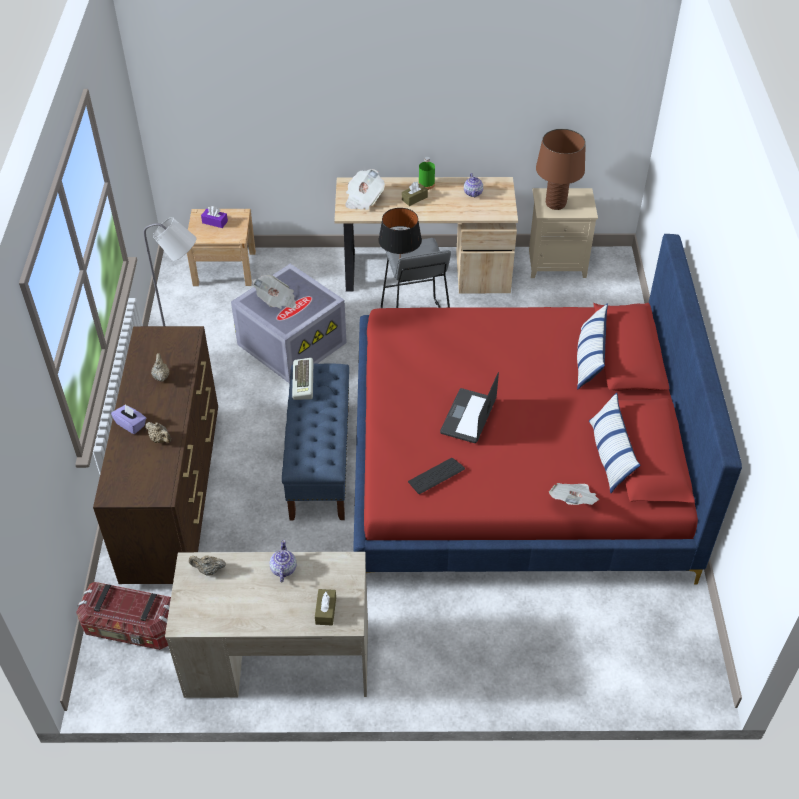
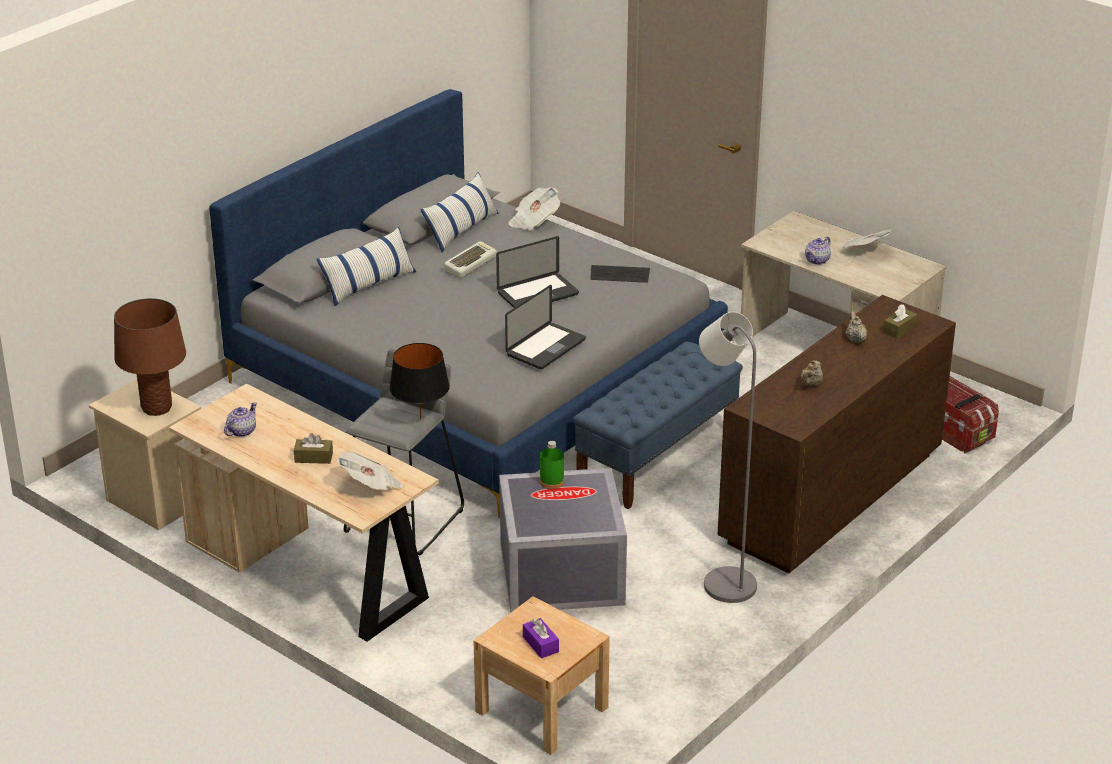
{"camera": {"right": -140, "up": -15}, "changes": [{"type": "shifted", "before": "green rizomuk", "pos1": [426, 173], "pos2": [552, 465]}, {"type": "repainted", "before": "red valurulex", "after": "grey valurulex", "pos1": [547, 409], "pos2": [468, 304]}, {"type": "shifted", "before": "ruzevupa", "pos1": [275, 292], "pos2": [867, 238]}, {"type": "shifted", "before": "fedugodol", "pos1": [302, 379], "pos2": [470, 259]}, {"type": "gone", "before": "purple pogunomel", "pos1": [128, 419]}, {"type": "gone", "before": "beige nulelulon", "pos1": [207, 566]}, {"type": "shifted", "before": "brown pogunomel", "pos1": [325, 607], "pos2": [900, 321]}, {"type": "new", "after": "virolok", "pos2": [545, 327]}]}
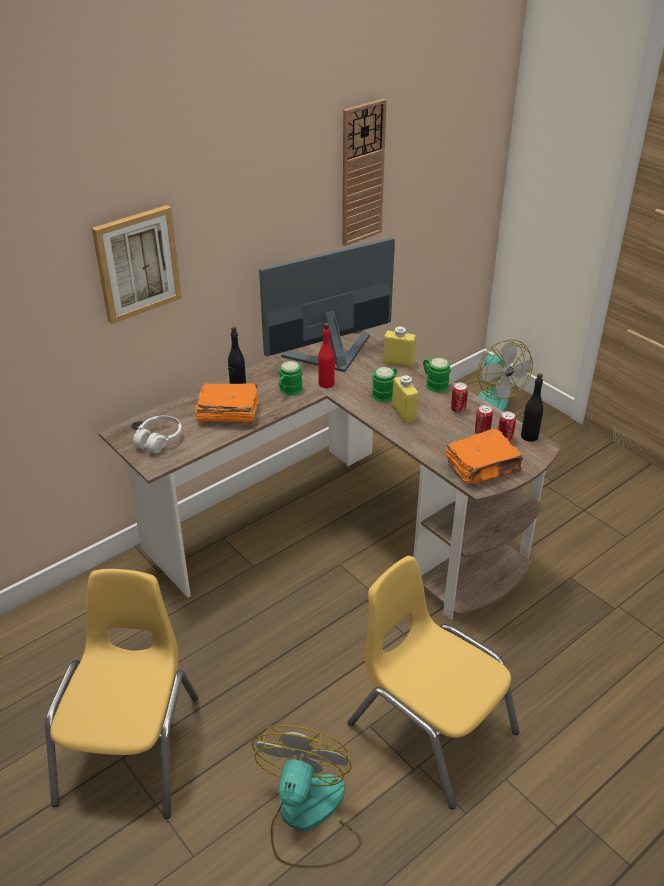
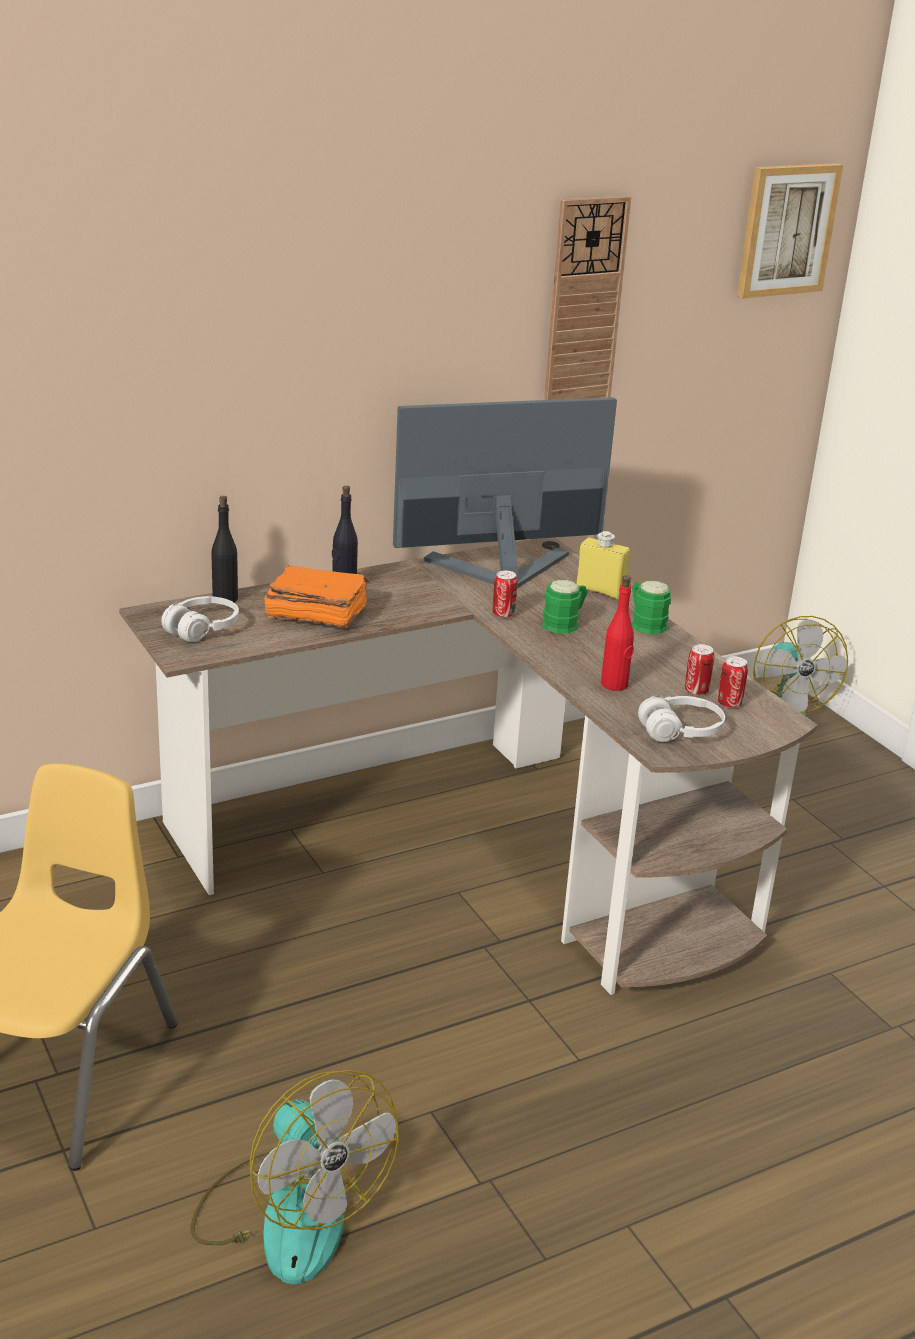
{"camera": {"right": 10, "up": -10}, "changes": [{"type": "shifted", "before": "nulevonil", "pos1": [137, 264], "pos2": [790, 231]}, {"type": "shifted", "before": "red rizomuk", "pos1": [326, 355], "pos2": [617, 633]}, {"type": "gone", "before": "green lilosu", "pos1": [291, 378]}, {"type": "shifted", "before": "black rizomuk", "pos1": [532, 407], "pos2": [225, 549]}, {"type": "gone", "before": "yellow rizomuk", "pos1": [405, 399]}, {"type": "shifted", "before": "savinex", "pos1": [459, 397], "pos2": [505, 594]}, {"type": "swapped", "before": "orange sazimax", "after": "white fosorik", "pos1": [484, 457], "pos2": [681, 718]}, {"type": "gone", "before": "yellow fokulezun", "pos1": [433, 683]}, {"type": "rotated", "before": "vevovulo", "pos1": [307, 796], "pos2": [294, 1177], "turn": 120}]}
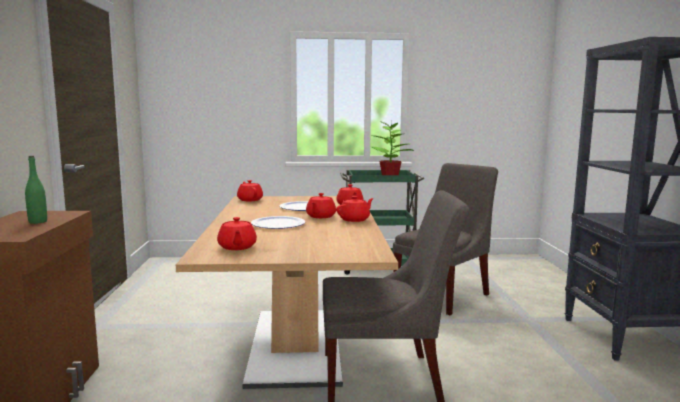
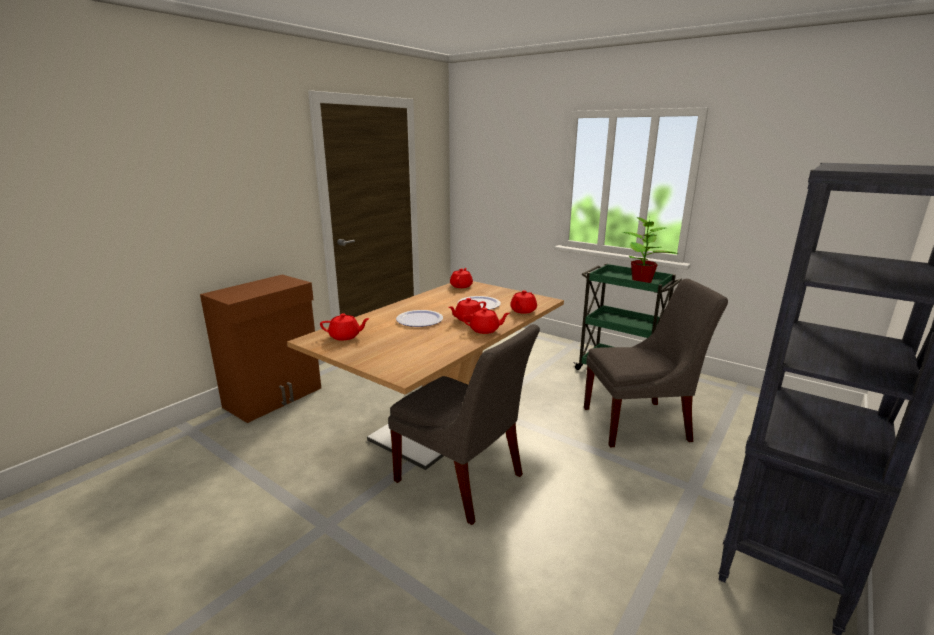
{"camera": {"right": 40, "up": 10}, "changes": [{"type": "gone", "before": "green rizomuk", "pos1": [36, 190]}, {"type": "rotated", "before": "red nulelulon", "pos1": [237, 233], "pos2": [345, 327], "turn": -120}]}
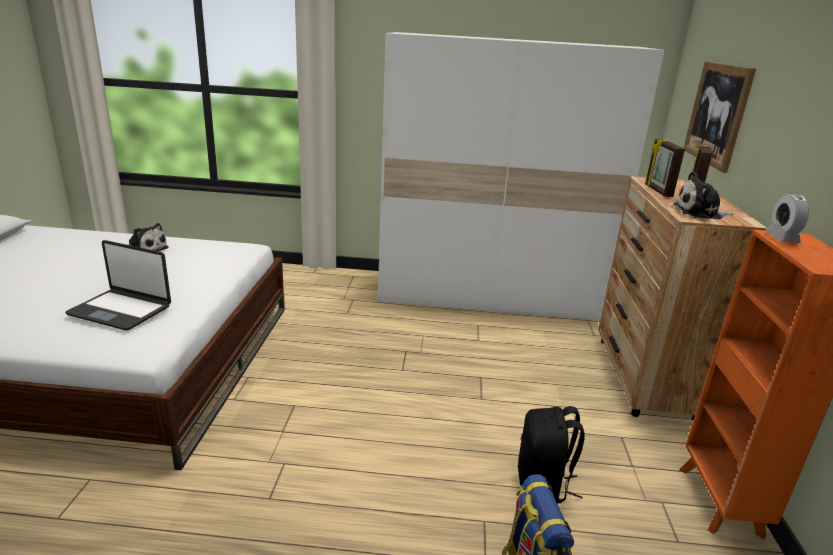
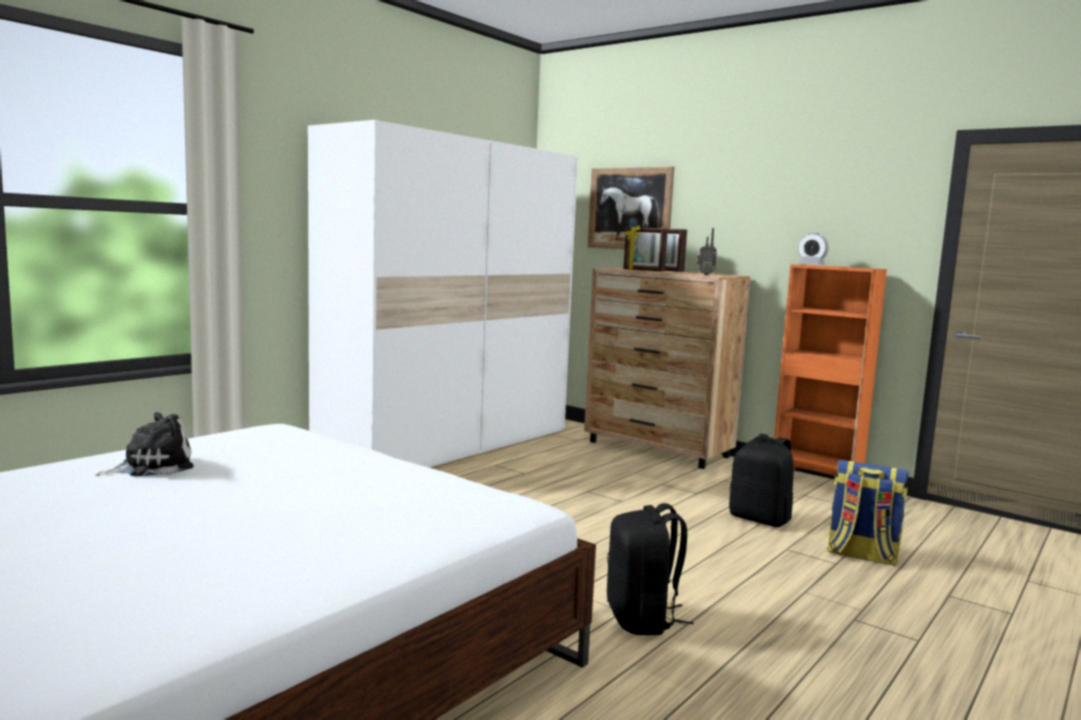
{"camera": {"right": -55, "up": -15}, "changes": [{"type": "swapped", "before": "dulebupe", "after": "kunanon", "pos1": [703, 195], "pos2": [707, 251]}, {"type": "gone", "before": "virolok", "pos1": [118, 285]}, {"type": "new", "after": "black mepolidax", "pos2": [650, 569]}]}
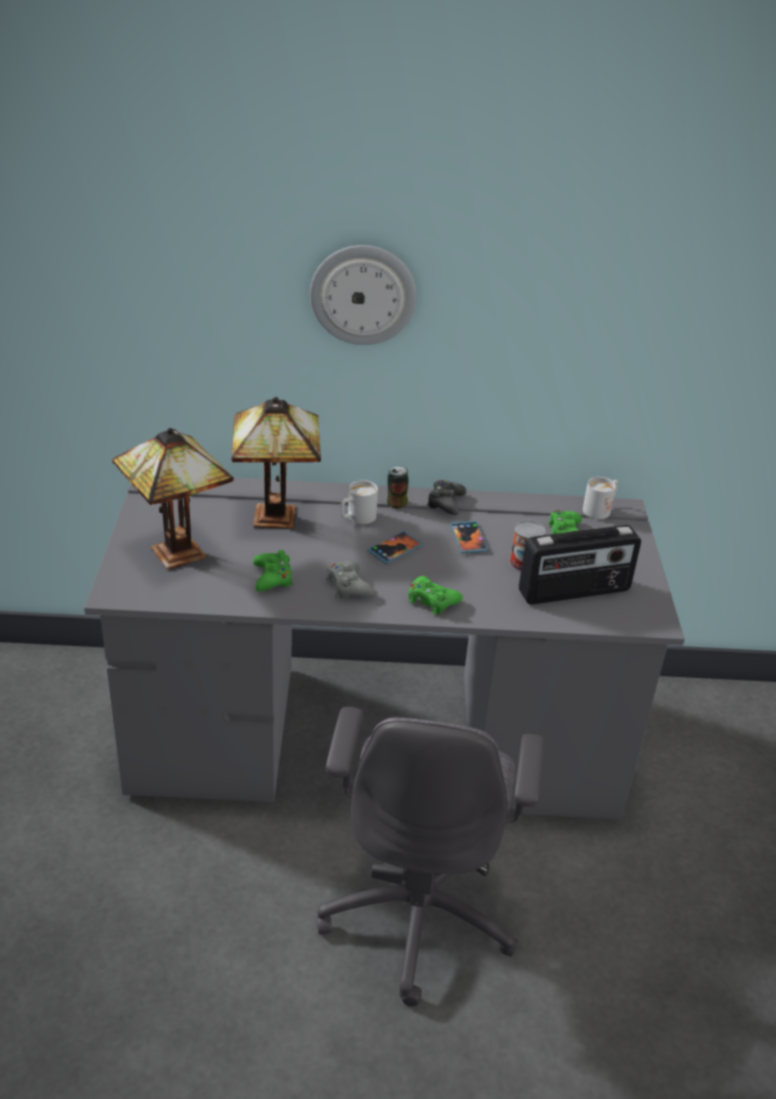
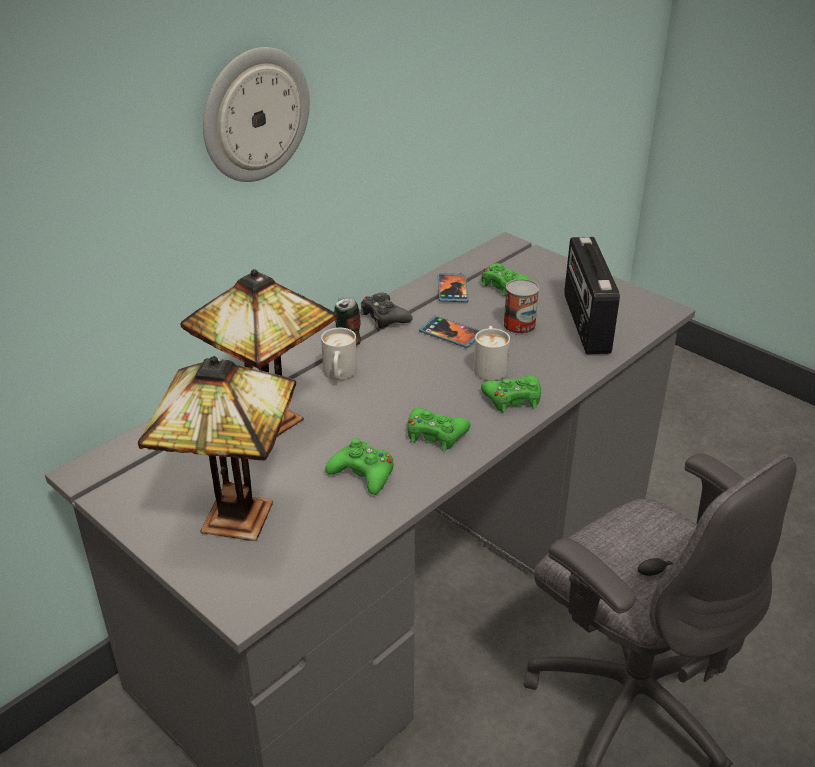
{"camera": {"right": -45, "up": 0}, "changes": [{"type": "shifted", "before": "white lilosu", "pos1": [600, 498], "pos2": [492, 353]}, {"type": "rotated", "before": "kunanon", "pos1": [580, 565], "pos2": [592, 296], "turn": 150}, {"type": "shifted", "before": "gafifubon", "pos1": [395, 547], "pos2": [453, 287]}, {"type": "repainted", "before": "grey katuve", "after": "green katuve", "pos1": [350, 580], "pos2": [439, 429]}]}
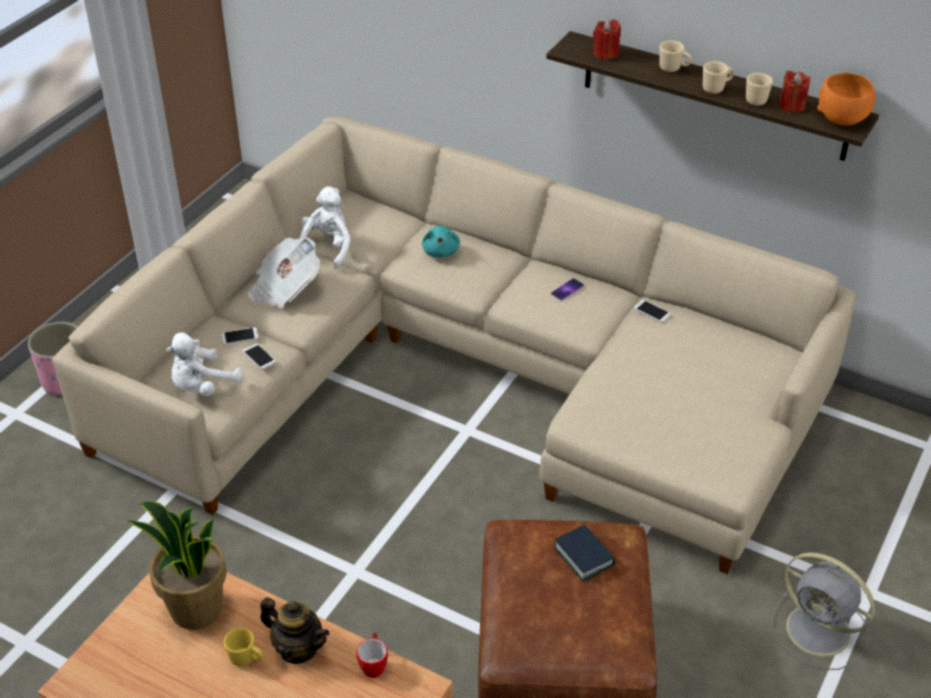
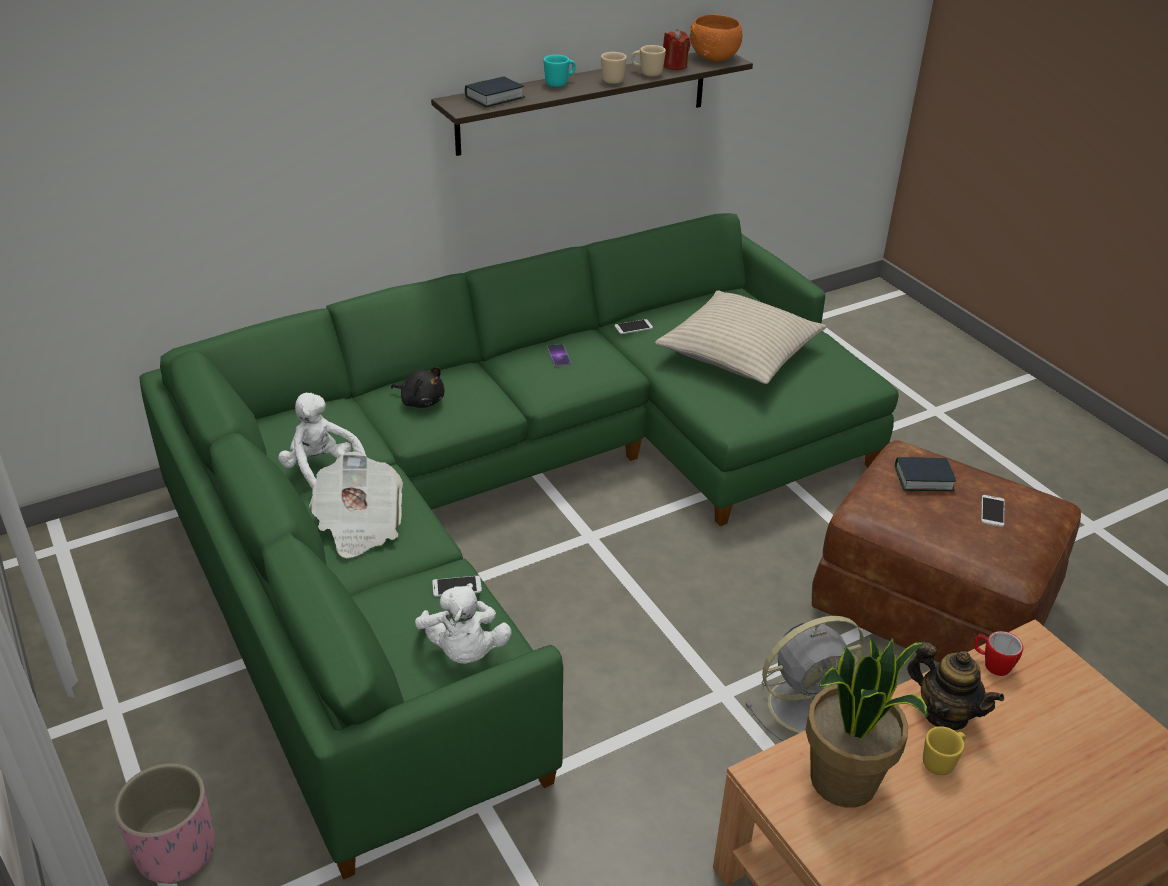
{"camera": {"right": -60, "up": -5}, "changes": [{"type": "swapped", "before": "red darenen", "after": "sazimax", "pos1": [607, 39], "pos2": [495, 91]}, {"type": "repainted", "before": "beige lilosu", "after": "turquoise lilosu", "pos1": [675, 56], "pos2": [559, 71]}, {"type": "repainted", "before": "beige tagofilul", "after": "green tagofilul", "pos1": [454, 345], "pos2": [519, 546]}, {"type": "repainted", "before": "turquoise dulebupe", "after": "black dulebupe", "pos1": [441, 242], "pos2": [417, 387]}, {"type": "shifted", "before": "gafifubon", "pos1": [240, 336], "pos2": [992, 511]}, {"type": "shifted", "before": "grey vevovulo", "pos1": [823, 611], "pos2": [804, 678]}, {"type": "rotated", "before": "nulelulon", "pos1": [294, 630], "pos2": [955, 686], "turn": 75}, {"type": "new", "after": "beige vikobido", "pos2": [740, 337]}]}
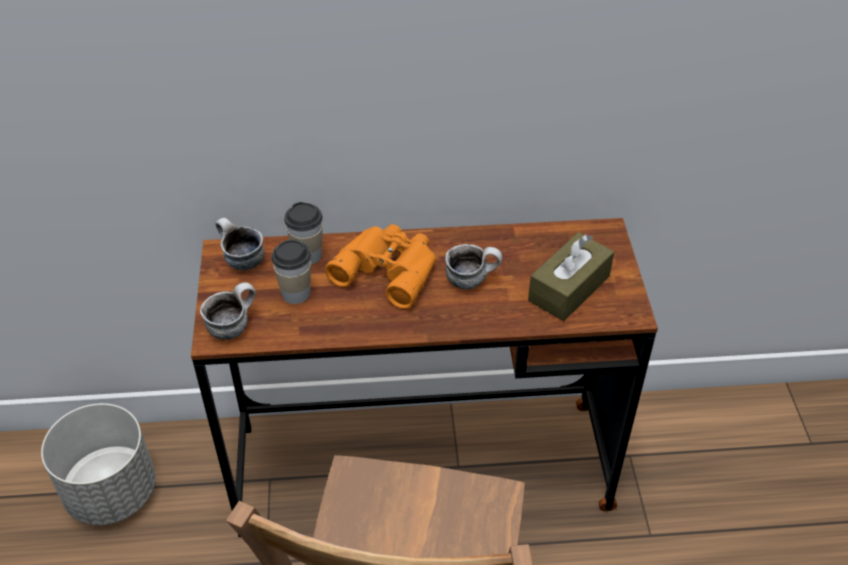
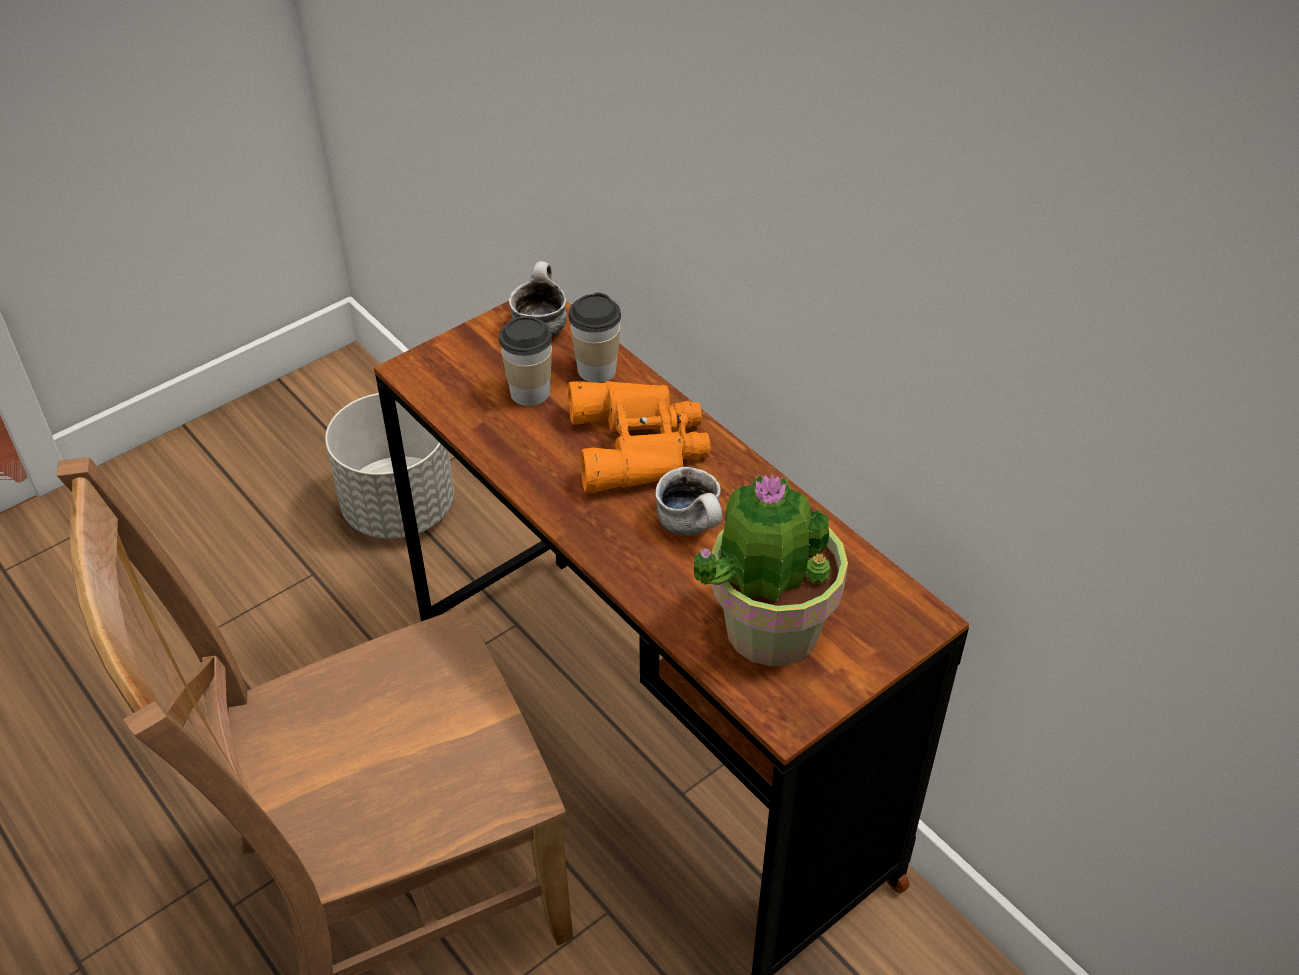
{"camera": {"right": 55, "up": 0}, "changes": [{"type": "swapped", "before": "brown pogunomel", "after": "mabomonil", "pos1": [571, 276], "pos2": [770, 569]}, {"type": "gone", "before": "lilosu", "pos1": [228, 311]}]}
